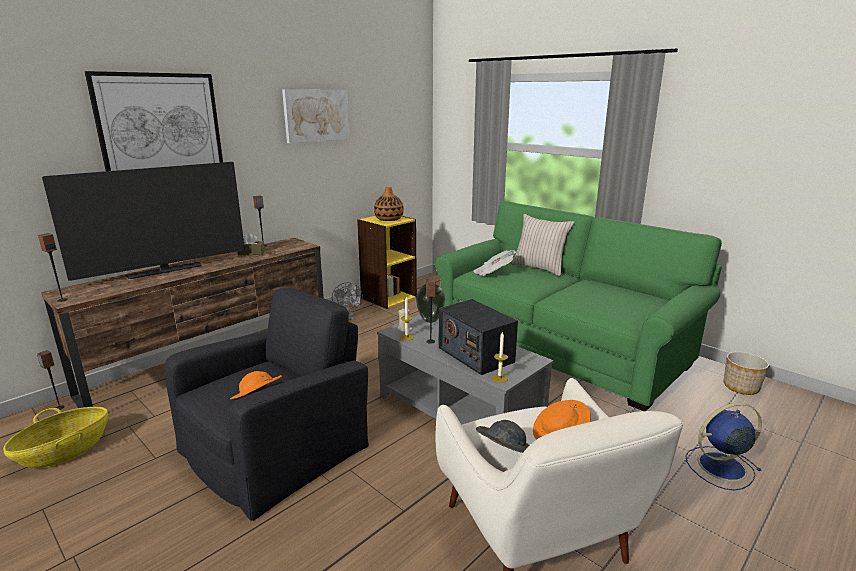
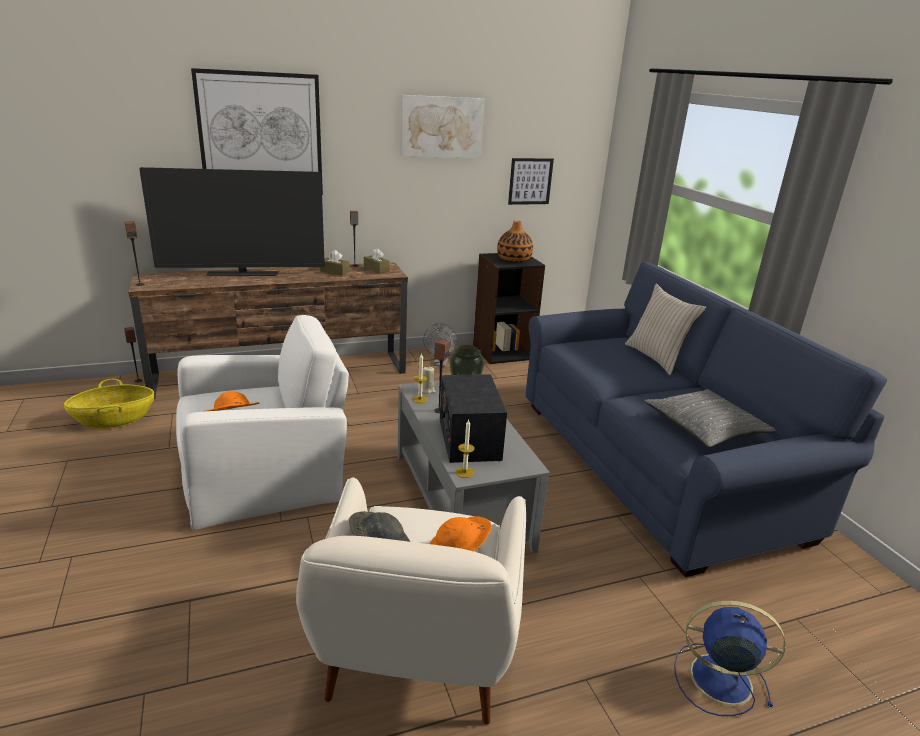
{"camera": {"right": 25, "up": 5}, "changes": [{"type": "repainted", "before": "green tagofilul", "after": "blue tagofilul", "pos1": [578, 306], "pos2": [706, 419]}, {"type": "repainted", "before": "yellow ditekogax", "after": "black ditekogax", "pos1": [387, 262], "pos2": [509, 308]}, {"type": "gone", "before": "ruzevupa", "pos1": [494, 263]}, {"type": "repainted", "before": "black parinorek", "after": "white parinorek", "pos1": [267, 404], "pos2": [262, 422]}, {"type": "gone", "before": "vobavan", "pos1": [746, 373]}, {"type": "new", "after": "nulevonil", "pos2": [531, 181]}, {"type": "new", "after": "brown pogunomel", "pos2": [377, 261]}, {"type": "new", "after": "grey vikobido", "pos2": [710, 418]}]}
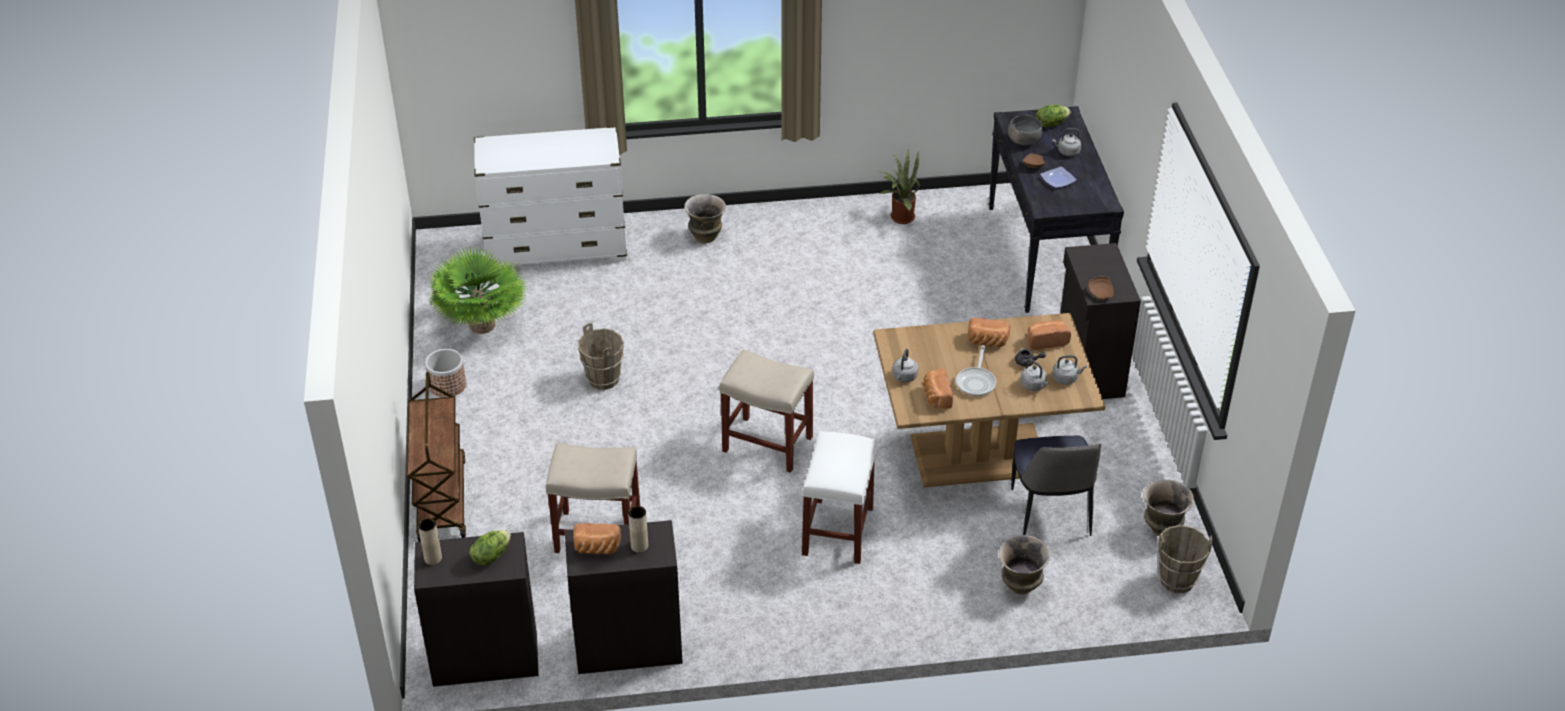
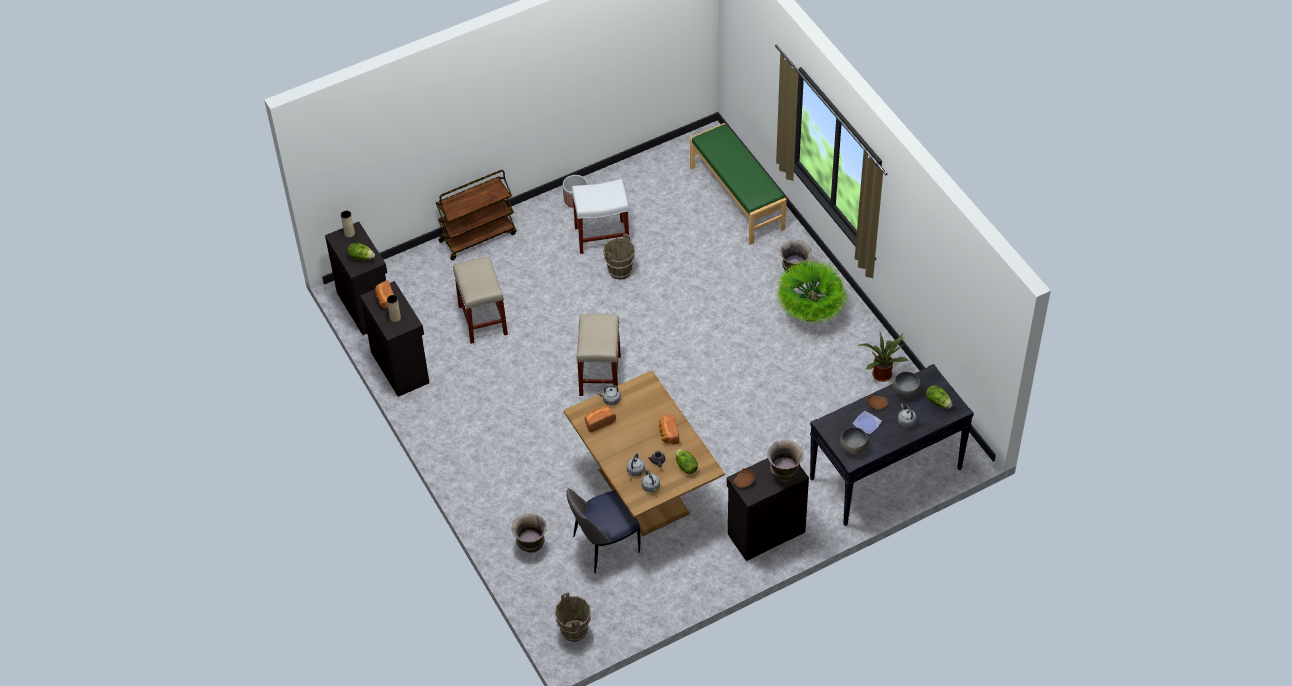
{"camera": {"right": 70, "up": 10}, "changes": [{"type": "swapped", "before": "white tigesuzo", "after": "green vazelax", "pos1": [550, 197], "pos2": [738, 184]}, {"type": "shifted", "before": "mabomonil", "pos1": [478, 290], "pos2": [812, 291]}, {"type": "swapped", "before": "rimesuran", "after": "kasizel", "pos1": [1049, 335], "pos2": [686, 461]}, {"type": "gone", "before": "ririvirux", "pos1": [976, 370]}, {"type": "shifted", "before": "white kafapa", "pos1": [839, 497], "pos2": [600, 216]}, {"type": "shifted", "before": "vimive", "pos1": [1168, 508], "pos2": [785, 461]}, {"type": "new", "after": "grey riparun", "pos2": [854, 441]}]}
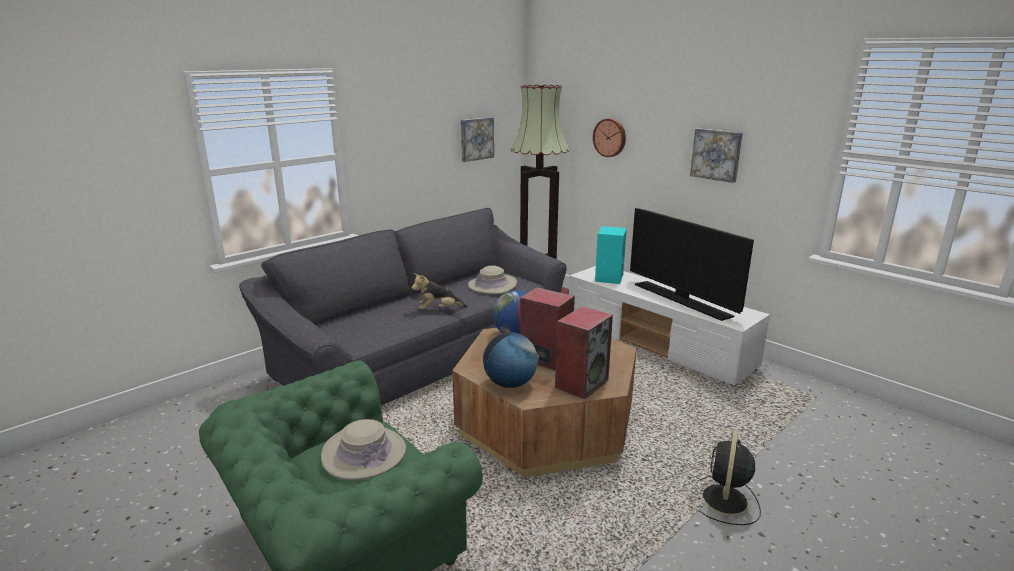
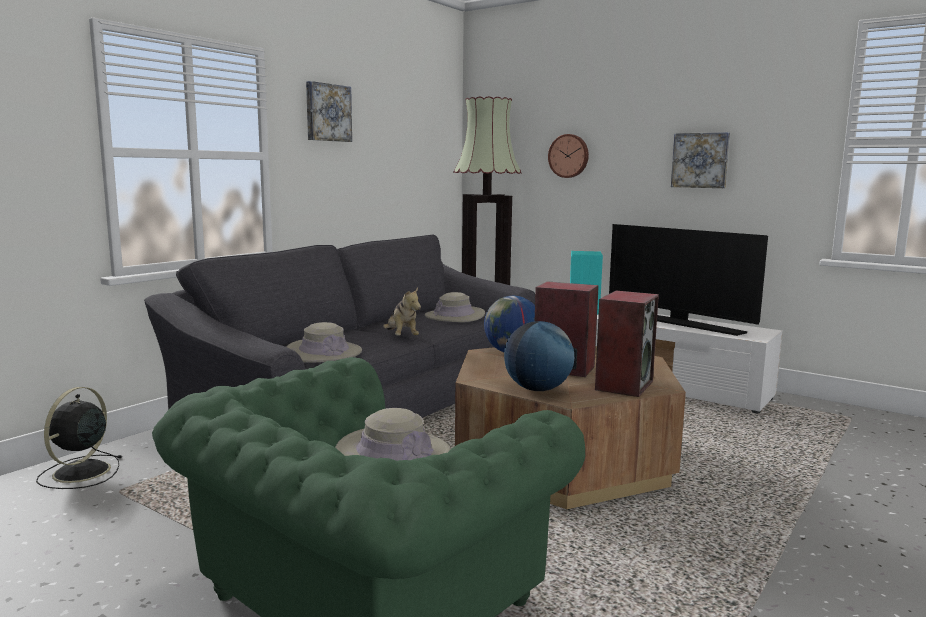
{"camera": {"right": -10, "up": -10}, "changes": [{"type": "shifted", "before": "nulevonil", "pos1": [477, 139], "pos2": [329, 111]}, {"type": "rotated", "before": "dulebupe", "pos1": [440, 291], "pos2": [402, 312], "turn": -90}, {"type": "shifted", "before": "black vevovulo", "pos1": [729, 477], "pos2": [79, 438]}, {"type": "new", "after": "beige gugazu", "pos2": [324, 342]}]}
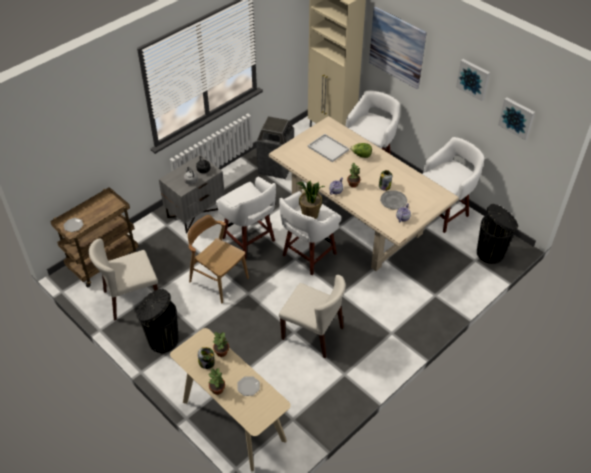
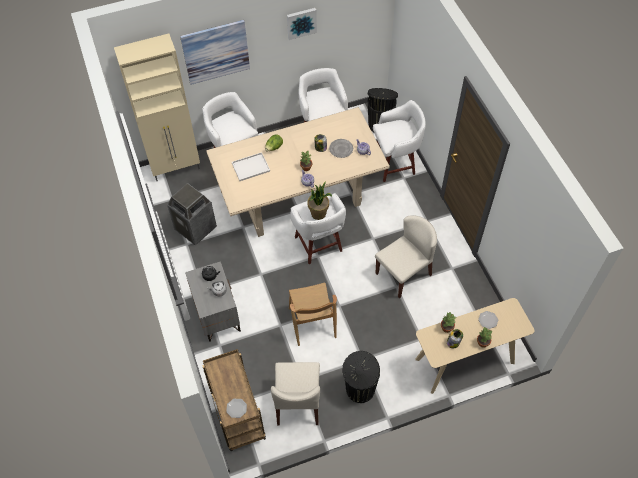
{"camera": {"right": -65, "up": 10}, "changes": [{"type": "gone", "before": "nulevonil", "pos1": [516, 118]}, {"type": "shifted", "before": "white kafapa", "pos1": [246, 218], "pos2": [399, 141]}, {"type": "rotated", "before": "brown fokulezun", "pos1": [218, 259], "pos2": [313, 314], "turn": -75}]}
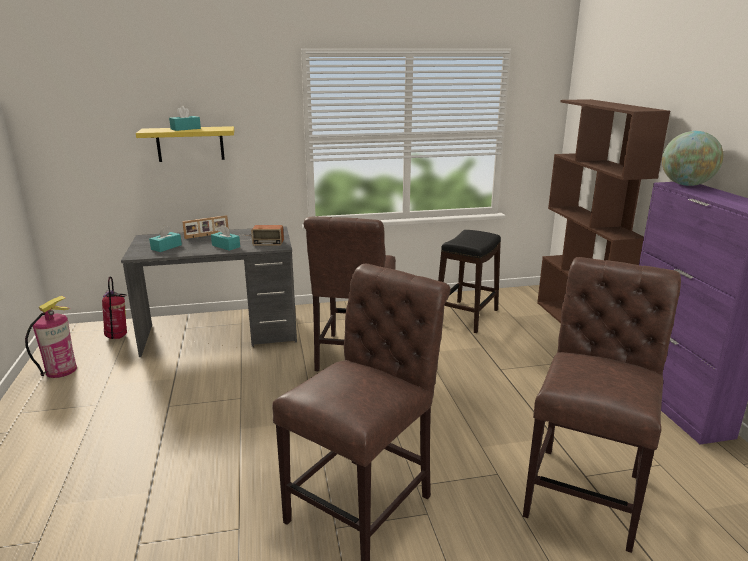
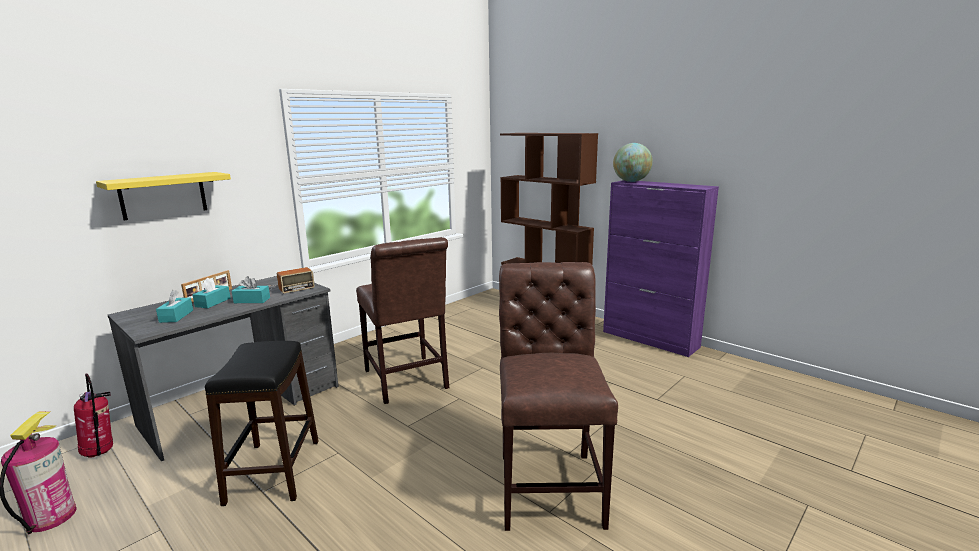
{"camera": {"right": -35, "up": -5}, "changes": [{"type": "shifted", "before": "turquoise pogunomel", "pos1": [185, 118], "pos2": [211, 293]}, {"type": "shifted", "before": "black kafapa", "pos1": [469, 281], "pos2": [262, 423]}, {"type": "gone", "before": "brown fokulezun", "pos1": [602, 405]}]}
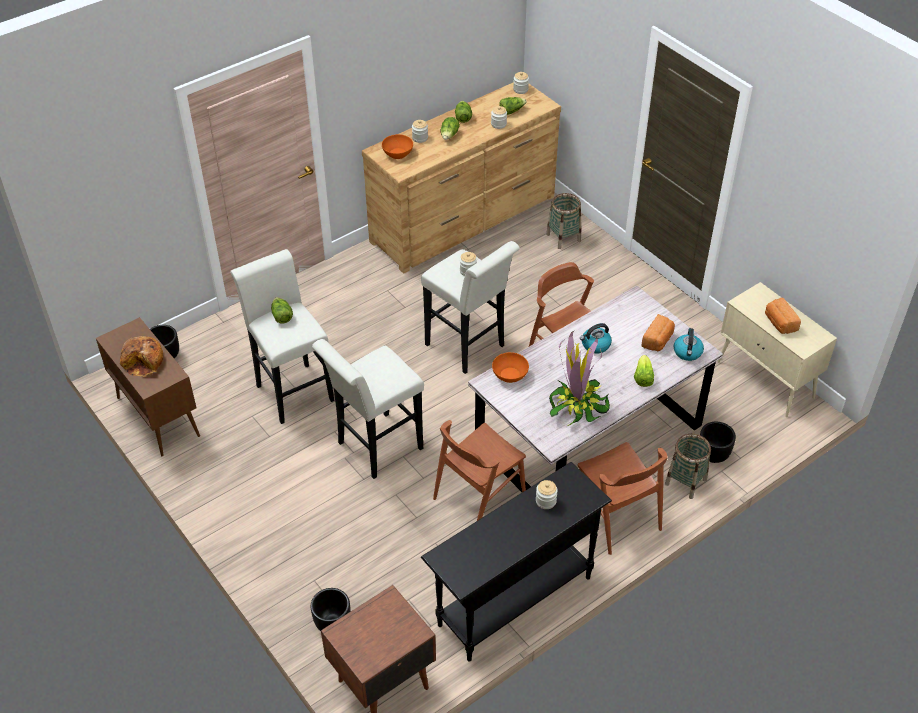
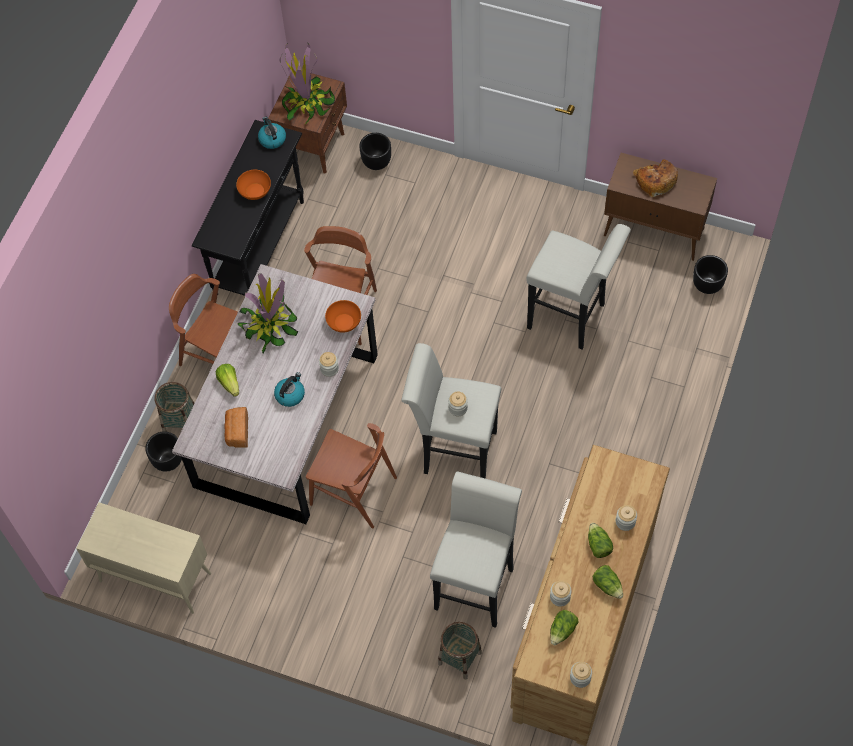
{"camera": {"right": 150, "up": 15}, "changes": [{"type": "shifted", "before": "orange riparun", "pos1": [397, 146], "pos2": [253, 185]}, {"type": "gone", "before": "kasizel", "pos1": [282, 310]}, {"type": "gone", "before": "rimesuran", "pos1": [783, 316]}, {"type": "shifted", "before": "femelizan", "pos1": [688, 344], "pos2": [272, 133]}, {"type": "shifted", "before": "white kafapa", "pos1": [368, 409], "pos2": [476, 550]}, {"type": "shifted", "before": "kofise", "pos1": [547, 494], "pos2": [329, 364]}, {"type": "new", "after": "mabomonil", "pos2": [307, 84]}]}
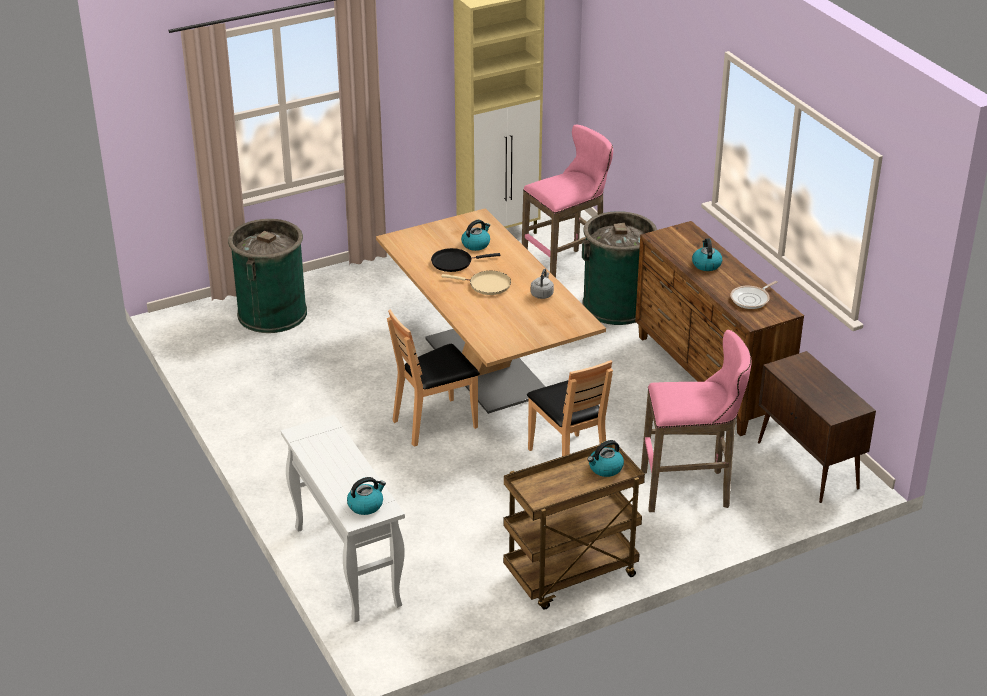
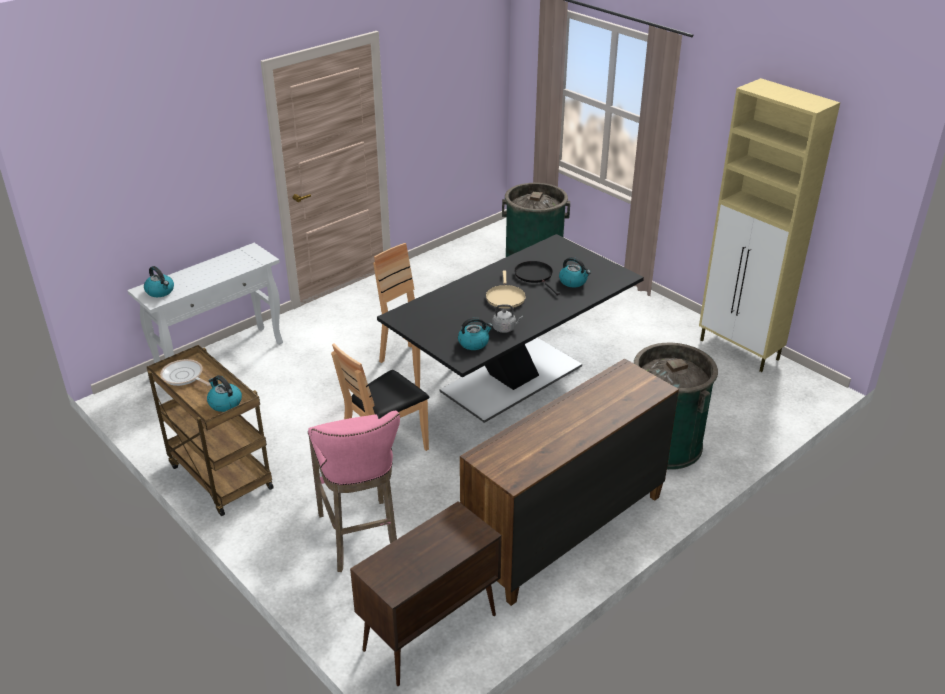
{"camera": {"right": 75, "up": 0}, "changes": [{"type": "gone", "before": "pink kafapa", "pos1": [567, 201]}, {"type": "repainted", "before": "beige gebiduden", "after": "black gebiduden", "pos1": [491, 311], "pos2": [510, 328]}, {"type": "shifted", "before": "femelizan", "pos1": [707, 254], "pos2": [475, 333]}, {"type": "shifted", "before": "ririvirux", "pos1": [754, 295], "pos2": [185, 372]}]}
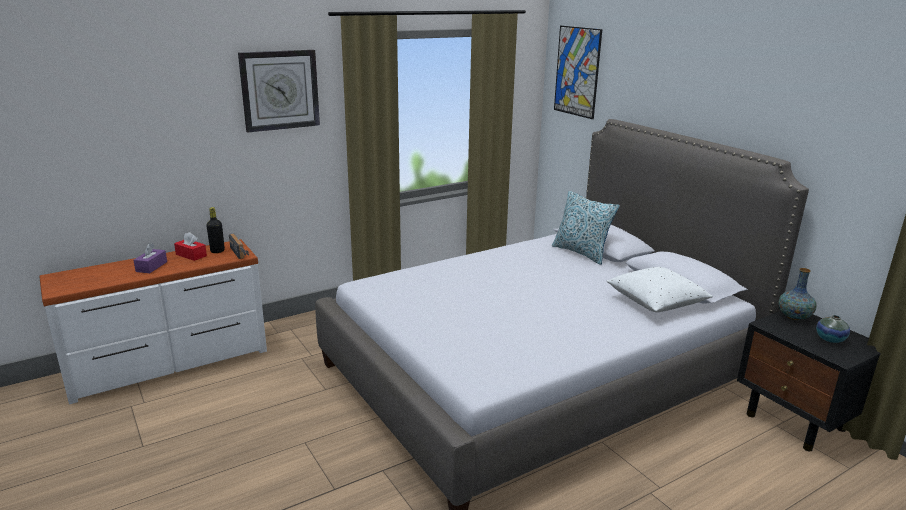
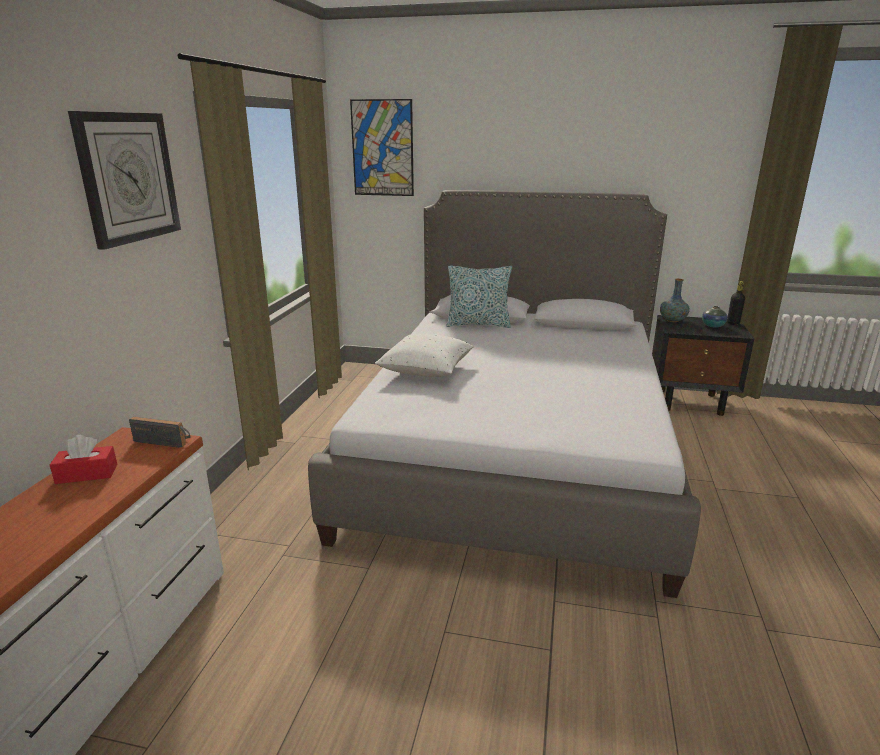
{"camera": {"right": -45, "up": 0}, "changes": [{"type": "shifted", "before": "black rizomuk", "pos1": [216, 230], "pos2": [736, 303]}, {"type": "gone", "before": "purple pogunomel", "pos1": [150, 258]}, {"type": "shifted", "before": "white vikobido", "pos1": [660, 289], "pos2": [424, 355]}]}
